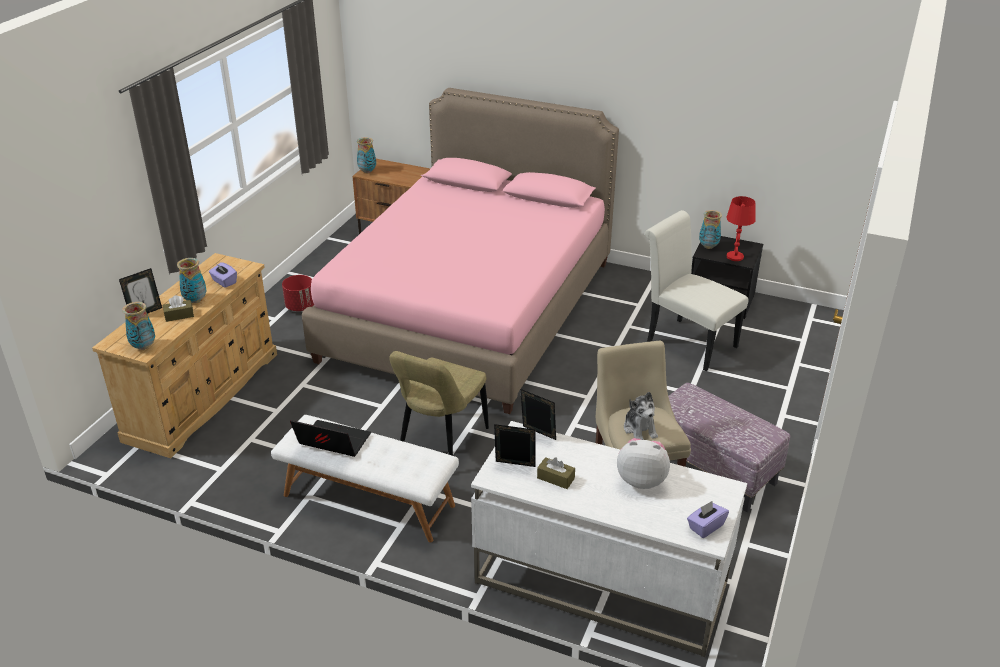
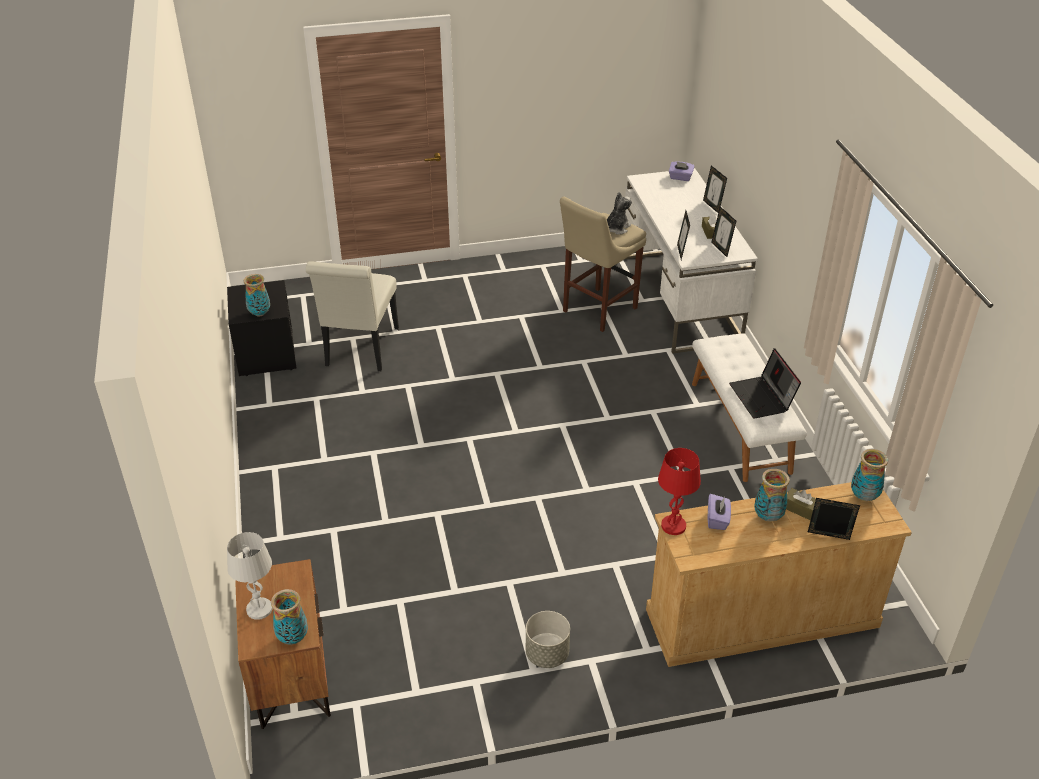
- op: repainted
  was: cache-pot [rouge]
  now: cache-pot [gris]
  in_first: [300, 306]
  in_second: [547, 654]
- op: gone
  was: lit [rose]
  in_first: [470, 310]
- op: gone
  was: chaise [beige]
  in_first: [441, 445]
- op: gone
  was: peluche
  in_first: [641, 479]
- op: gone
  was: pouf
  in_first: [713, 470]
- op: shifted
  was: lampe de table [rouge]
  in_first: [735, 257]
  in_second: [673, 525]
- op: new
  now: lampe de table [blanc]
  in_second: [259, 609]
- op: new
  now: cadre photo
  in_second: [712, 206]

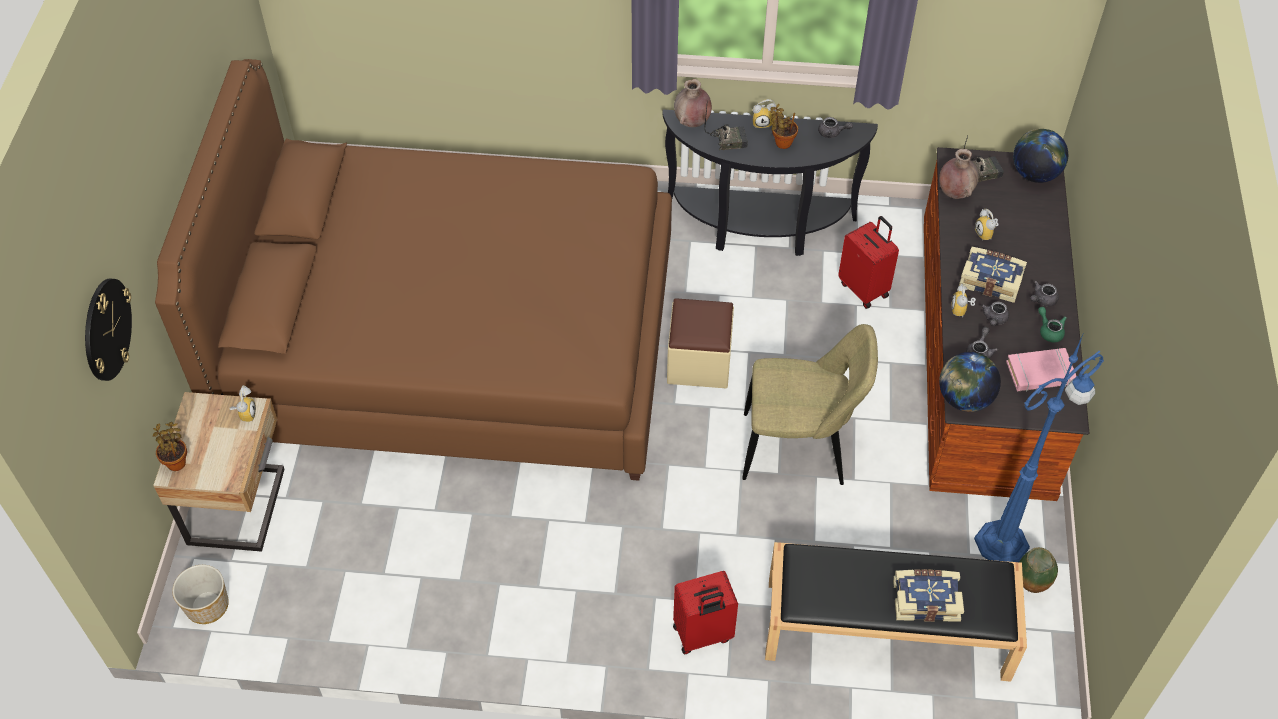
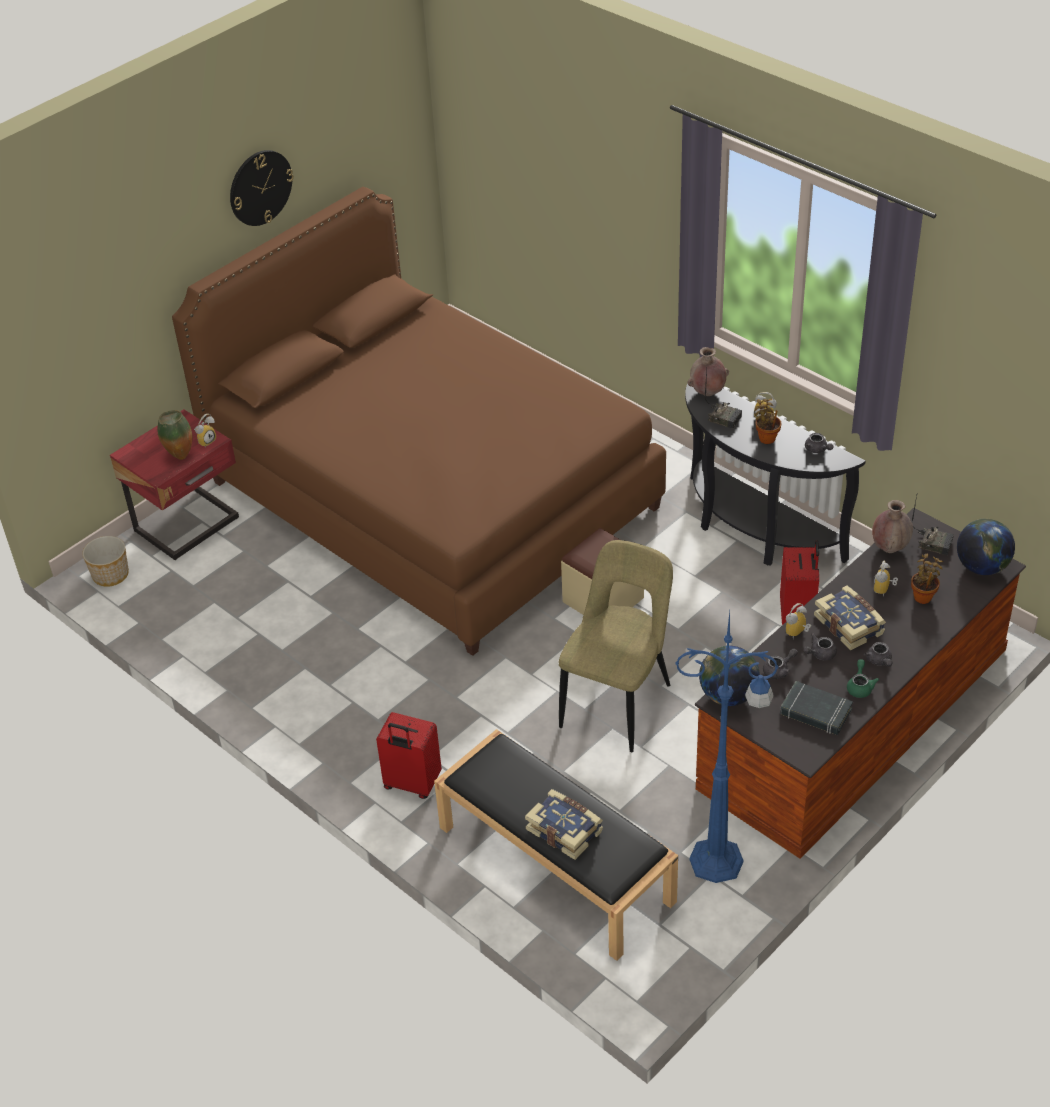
- op: shifted
  was: horloge murale
  in_first: [106, 329]
  in_second: [260, 187]
- op: repainted
  was: table de chevet [beige]
  now: table de chevet [rouge]
  in_first: [240, 507]
  in_second: [189, 526]
- op: shifted
  was: plante en pot
  in_first: [176, 461]
  in_second: [923, 596]
- op: rotated
  was: chaise [beige]
  in_first: [799, 449]
  in_second: [618, 702]
  clockwise: -105
- op: repainted
  was: livre [rose]
  now: livre [noir]
  in_first: [1040, 373]
  in_second: [815, 712]
- op: shifted
  was: vase
  in_first: [1030, 588]
  in_second: [180, 457]
- op: rotated
  was: théière [gris]
  in_first: [1042, 300]
  in_second: [879, 661]
  clockwise: -105

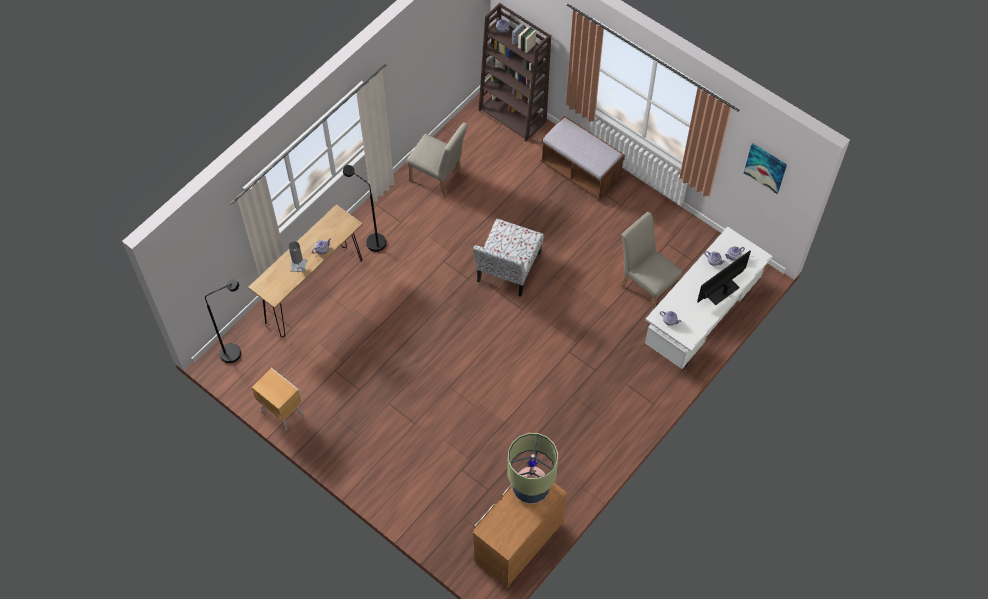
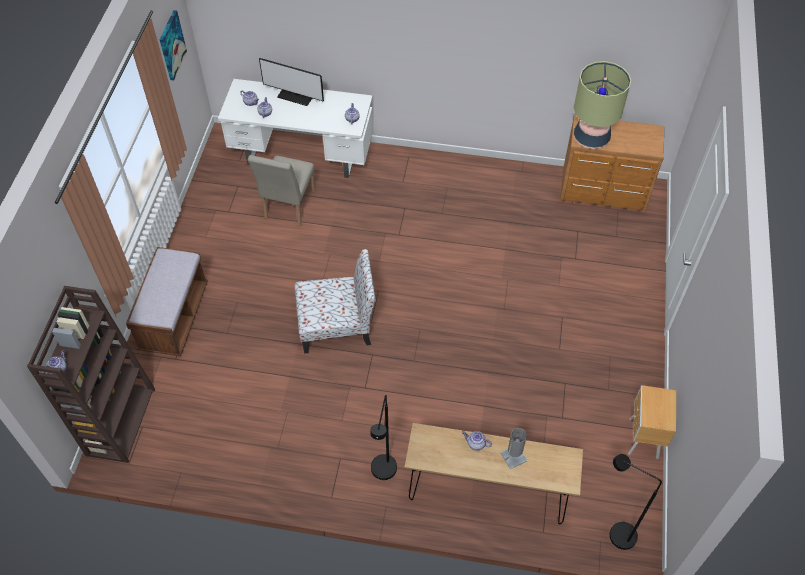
- op: gone
  was: chaise [beige]
  in_first: [439, 179]

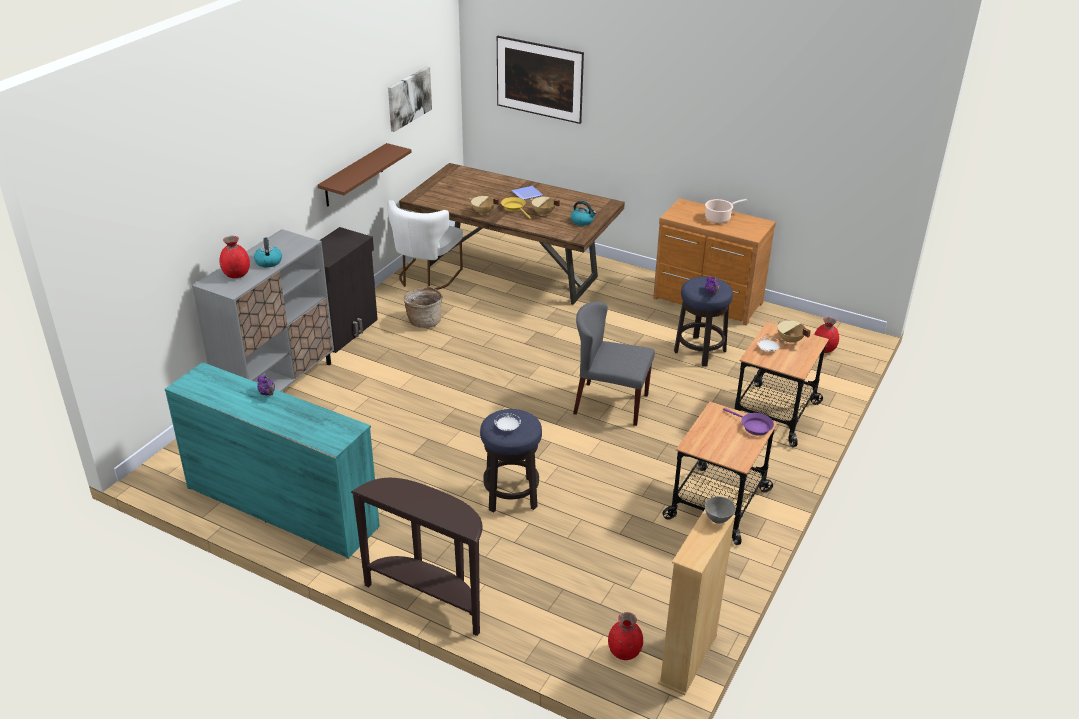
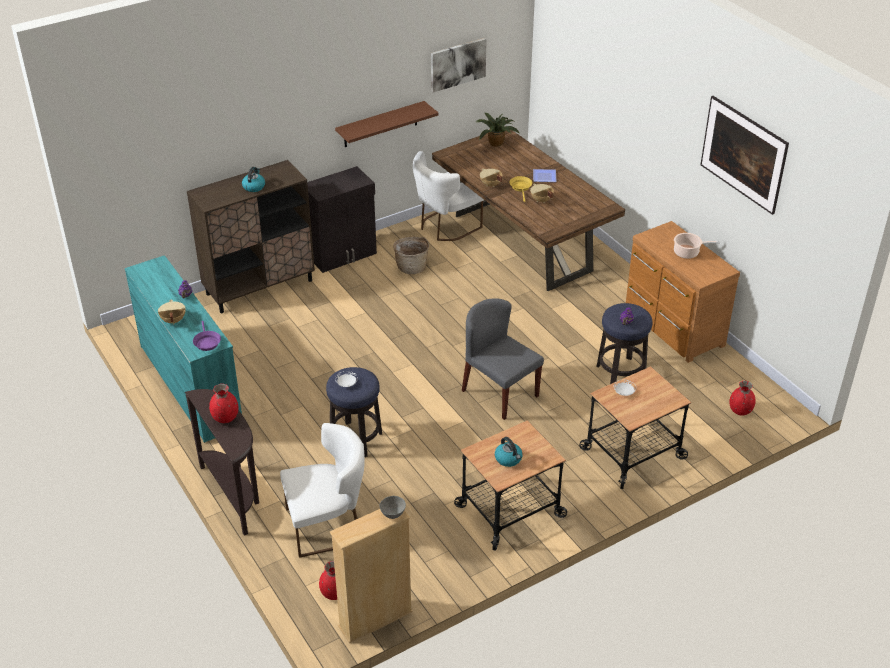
- op: repainted
  was: meuble de rangement [gris]
  now: meuble de rangement [marron]
  in_first: [278, 386]
  in_second: [260, 287]
- op: shifted
  was: vase [rouge]
  in_first: [236, 275]
  in_second: [225, 418]
- op: shifted
  was: tableau
  in_first: [539, 96]
  in_second: [740, 171]
- op: shifted
  was: bouilloire
  in_first: [582, 221]
  in_second: [508, 459]
- op: shifted
  was: poêle [violet]
  in_first: [753, 426]
  in_second: [206, 342]
- op: shifted
  was: marmite [beige]
  in_first: [789, 340]
  in_second: [173, 320]
- op: new
  now: chaise [blanc]
  in_second: [327, 525]
- op: new
  now: plante en pot
  in_second: [496, 142]

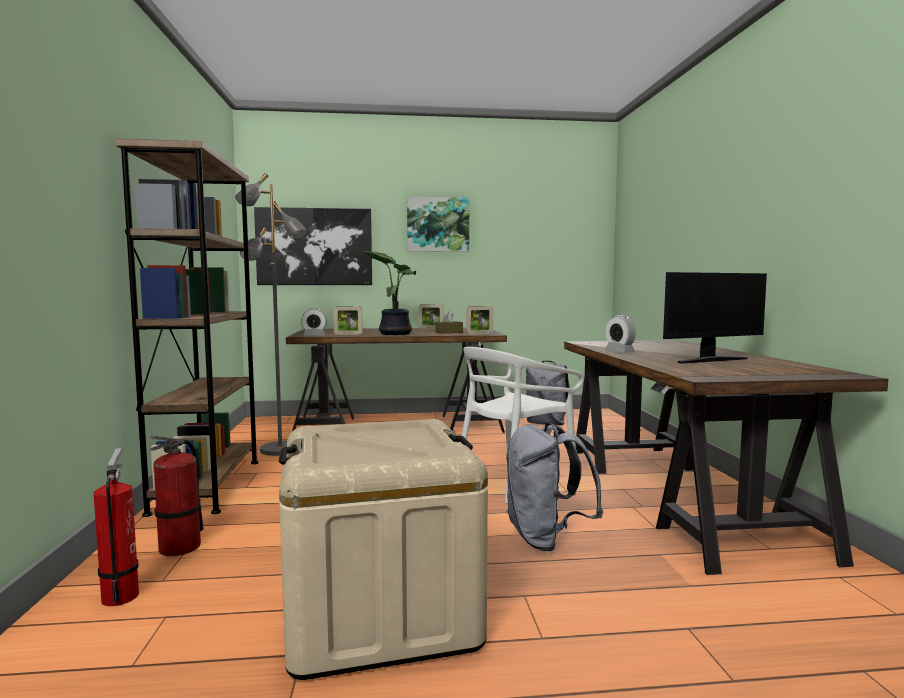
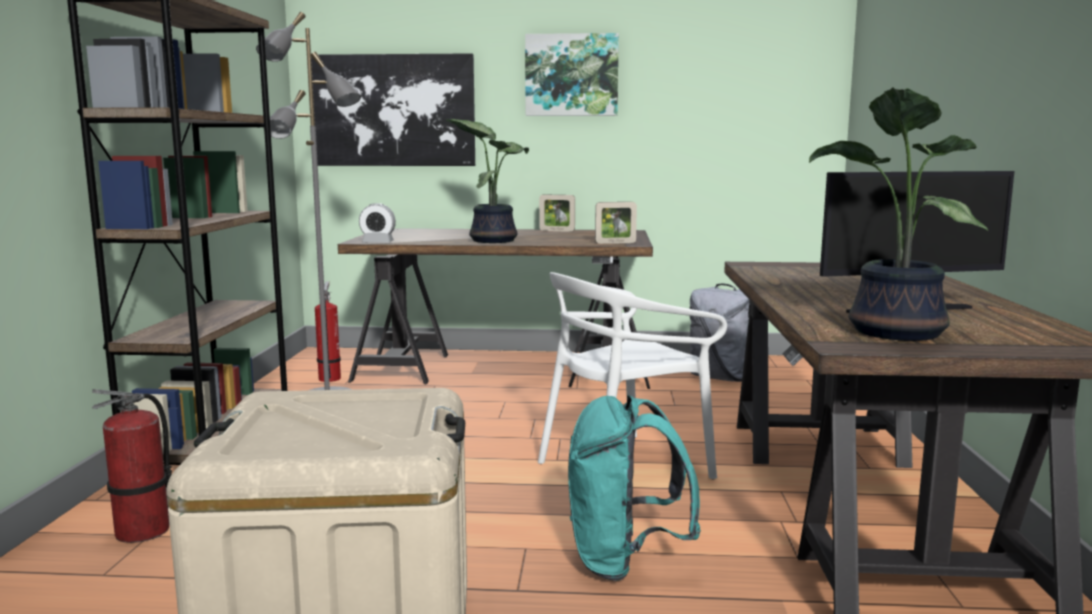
- op: shifted
  was: extincteur
  in_first: [121, 594]
  in_second: [330, 378]
- op: gone
  was: cadre photo
  in_first: [348, 334]
- op: gone
  was: boîte à mouchoirs [marron]
  in_first: [449, 332]
- op: repainted
  was: sac à dos [gris]
  now: sac à dos [turquoise]
  in_first: [546, 539]
  in_second: [624, 561]
- op: gone
  was: réveil
  in_first: [619, 352]
- op: new
  now: plante en pot
  in_second: [890, 332]

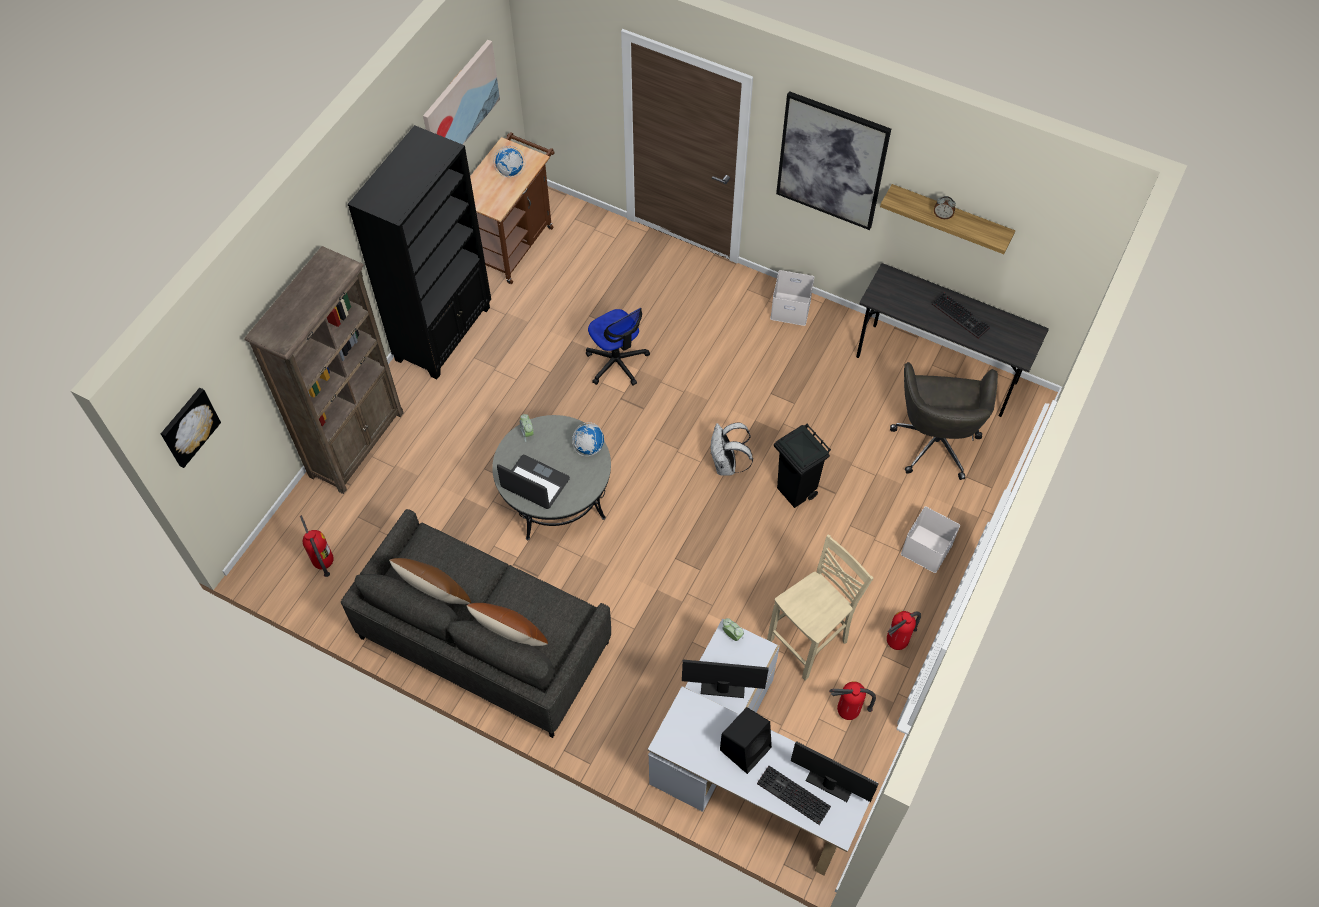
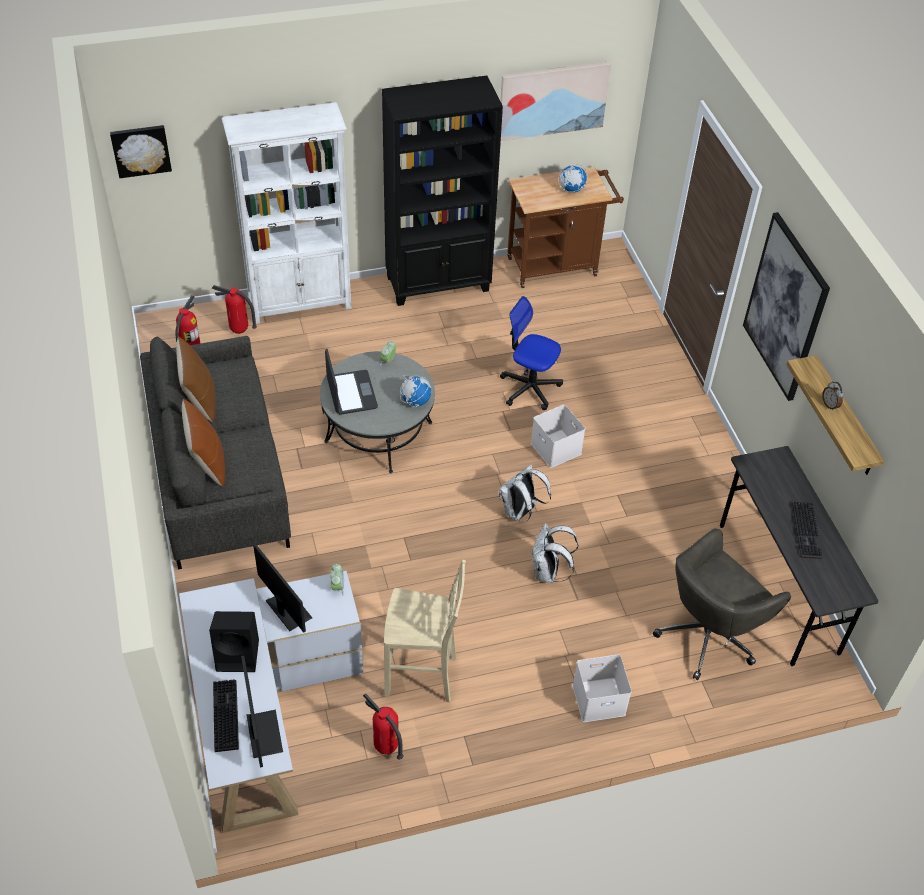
- op: repainted
  was: bibliothèque [marron]
  now: bibliothèque [blanc]
  in_first: [357, 444]
  in_second: [300, 303]
- op: rotated
  was: chaise de bureau
  in_first: [617, 363]
  in_second: [529, 388]
  clockwise: 105
- op: shifted
  was: boîte de rangement [blanc]
  in_first: [791, 308]
  in_second: [557, 448]
- op: swapped
  was: poubelle [noir]
  now: sac à dos [blanc]
  in_first: [796, 492]
  in_second: [548, 573]
- op: shifted
  was: extincteur
  in_first: [896, 643]
  in_second: [239, 331]

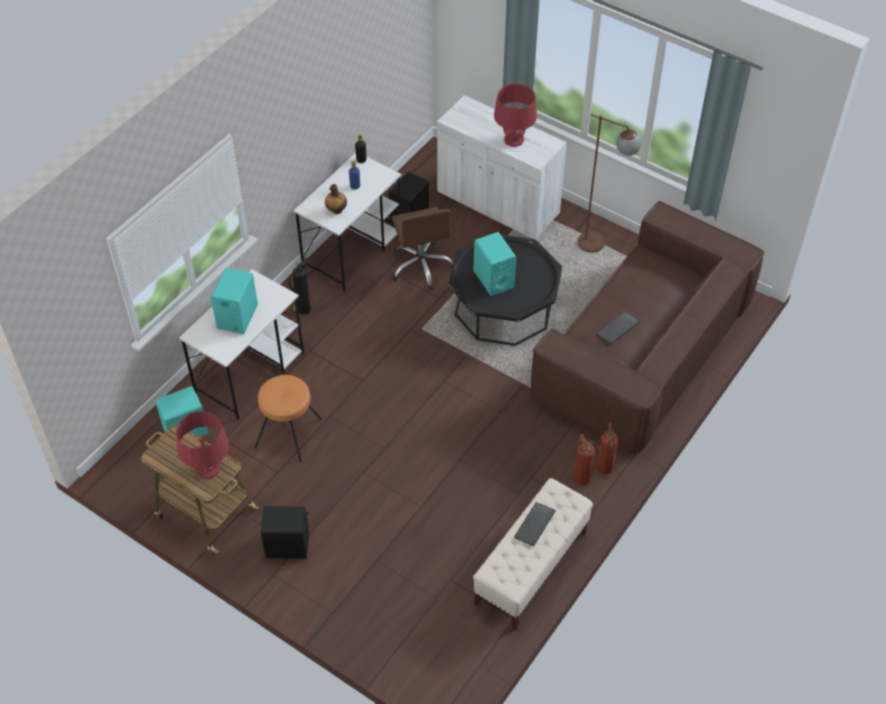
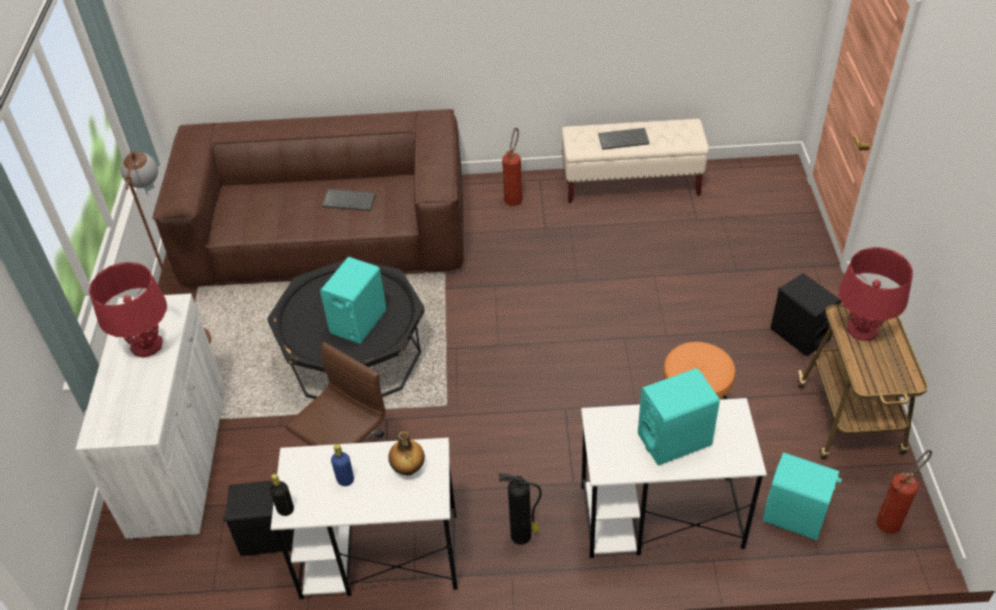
- op: shifted
  was: extincteur
  in_first: [605, 471]
  in_second: [892, 520]

